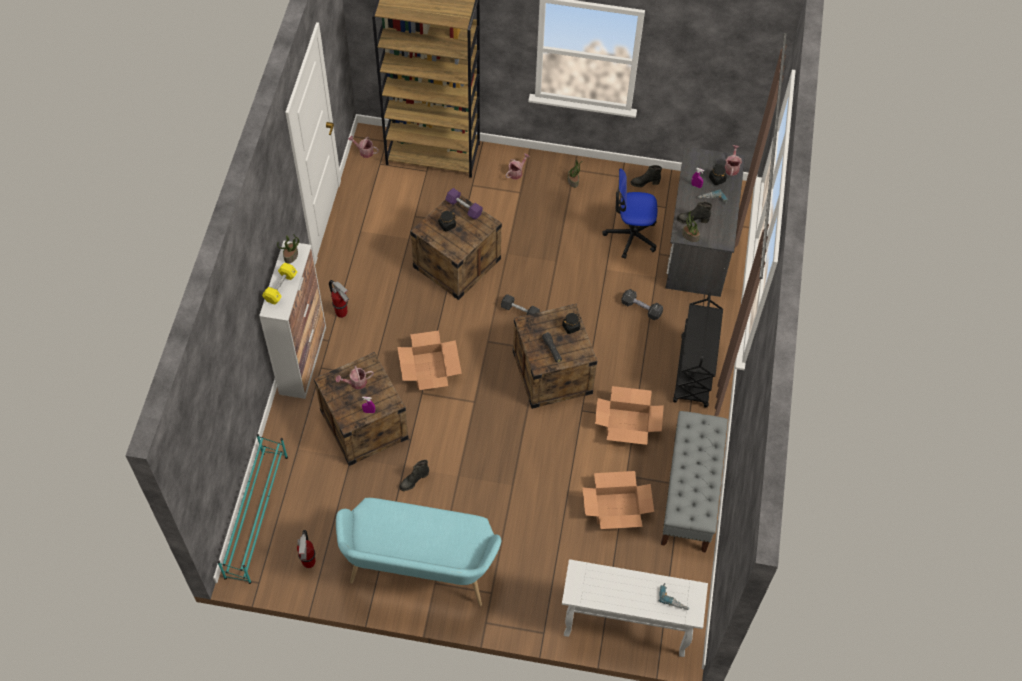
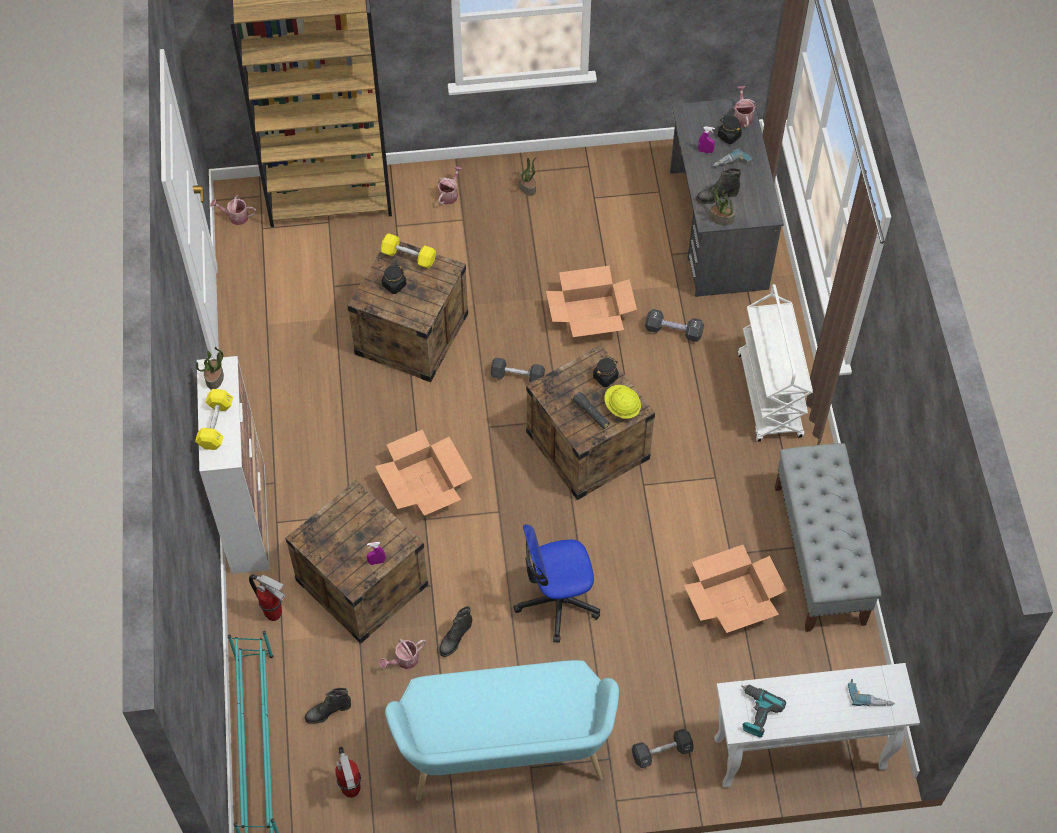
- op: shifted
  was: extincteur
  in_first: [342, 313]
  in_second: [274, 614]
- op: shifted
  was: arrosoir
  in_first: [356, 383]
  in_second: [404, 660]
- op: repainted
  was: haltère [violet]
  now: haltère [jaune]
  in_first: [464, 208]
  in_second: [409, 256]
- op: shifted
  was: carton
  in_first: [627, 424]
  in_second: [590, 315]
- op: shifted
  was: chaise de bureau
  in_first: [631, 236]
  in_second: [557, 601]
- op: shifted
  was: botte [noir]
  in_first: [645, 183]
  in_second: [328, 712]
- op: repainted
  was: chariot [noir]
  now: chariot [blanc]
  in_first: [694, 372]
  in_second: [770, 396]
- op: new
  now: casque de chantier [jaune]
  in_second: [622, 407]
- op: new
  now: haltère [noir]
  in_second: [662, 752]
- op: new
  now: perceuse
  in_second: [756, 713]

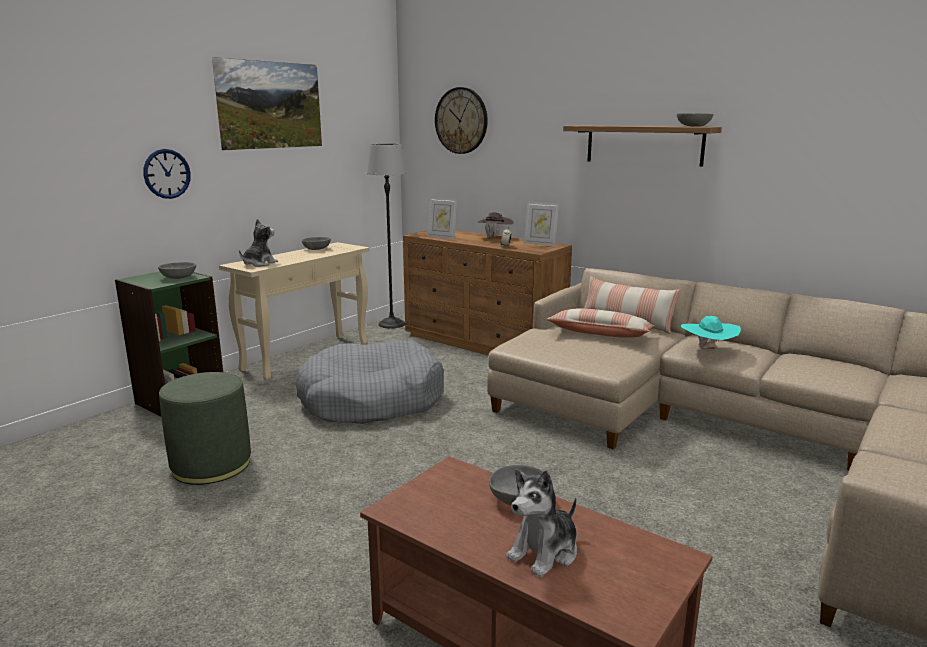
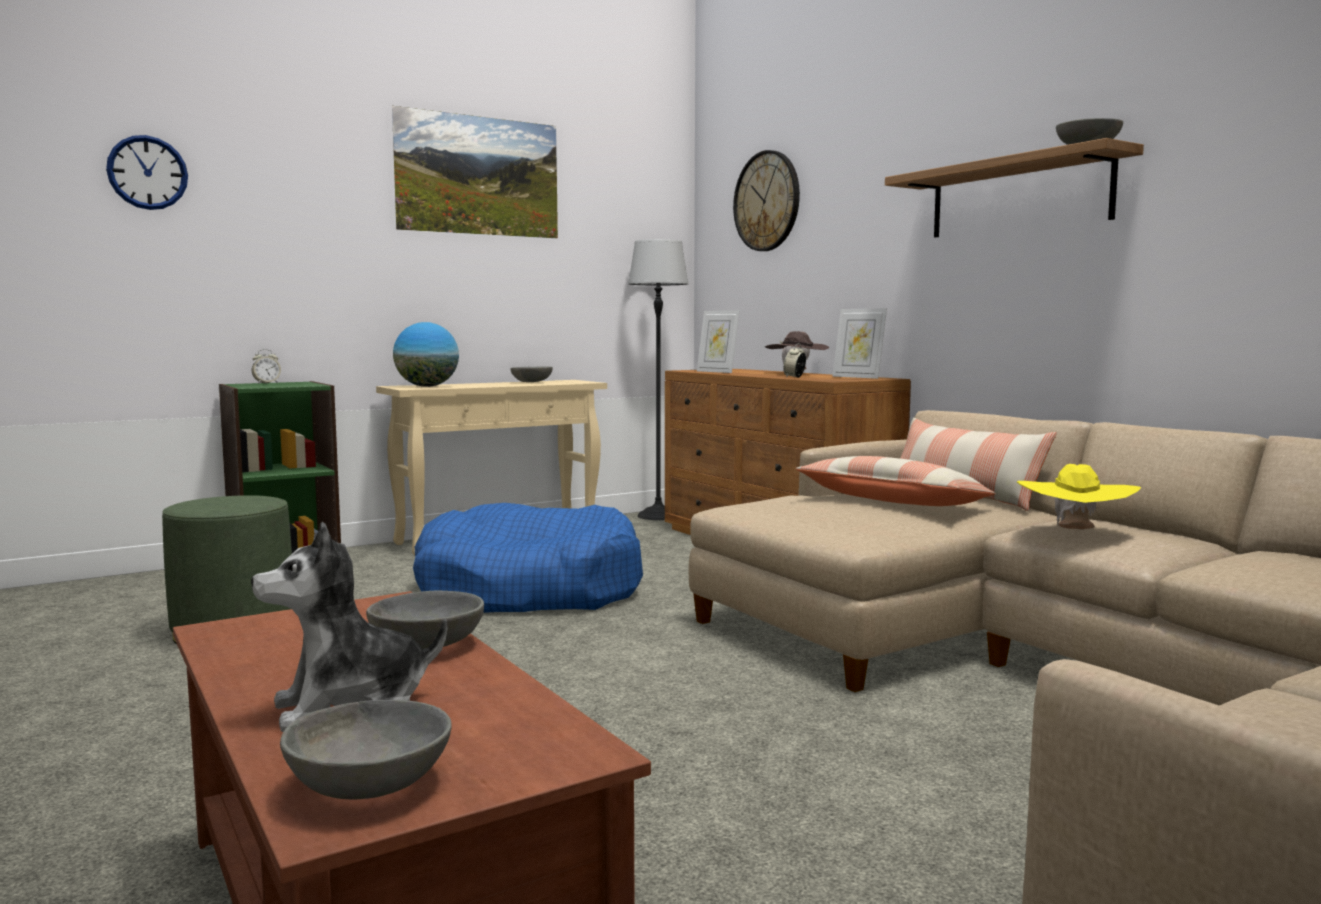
- op: shifted
  was: horloge murale
  in_first: [167, 173]
  in_second: [147, 172]
- op: shifted
  was: bol [gris]
  in_first: [179, 277]
  in_second: [371, 784]
- op: swapped
  was: peluche
  now: globe
  in_first: [259, 264]
  in_second: [427, 386]
- op: repainted
  was: panier pour chien [gris]
  now: panier pour chien [bleu]
  in_first: [371, 400]
  in_second: [529, 589]
- op: repainted
  was: chapeau [turquoise]
  now: chapeau [jaune]
  in_first: [707, 350]
  in_second: [1074, 531]
- op: new
  now: réveil
  in_second: [266, 383]

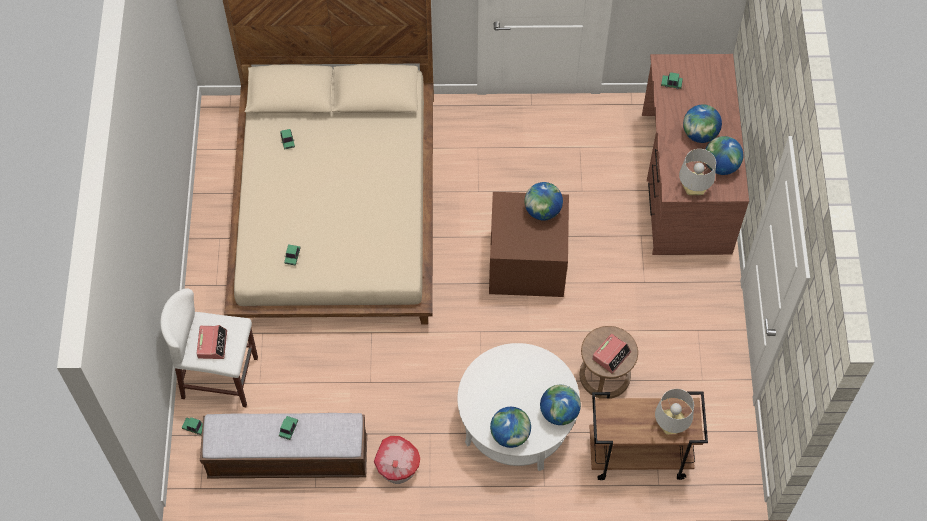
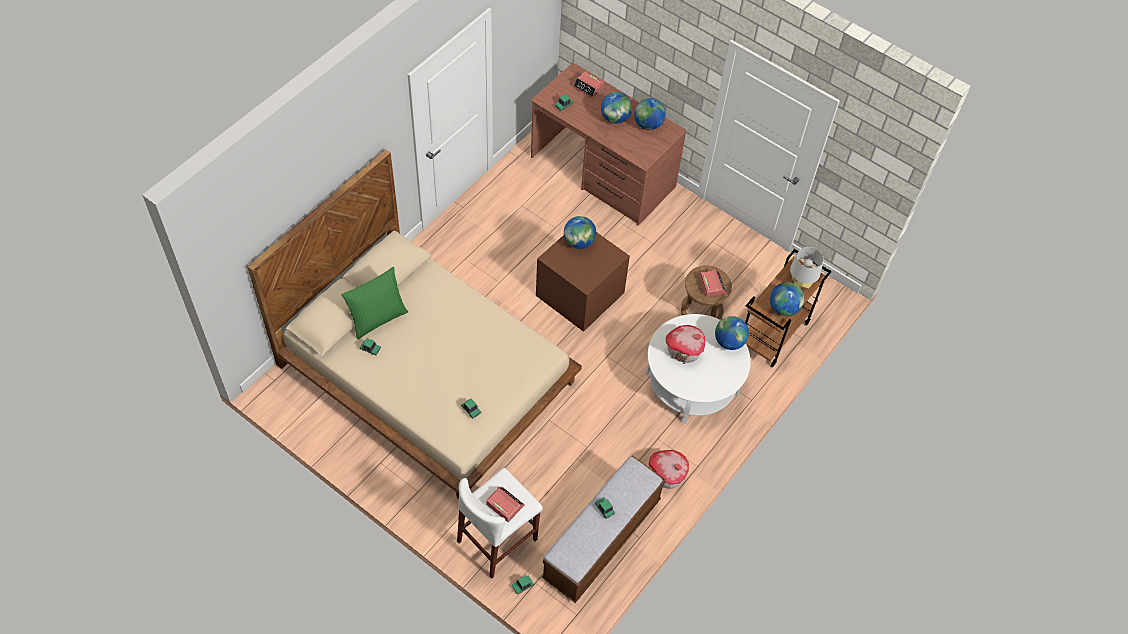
- op: shifted
  was: globe
  in_first: [510, 434]
  in_second: [783, 308]
- op: gone
  was: lampe de table [gris]
  in_first: [693, 189]
- op: new
  now: coussin [vert]
  in_second: [377, 318]
- op: new
  now: réveil
  in_second: [588, 87]
- op: new
  now: maison miniature
  in_second: [684, 351]

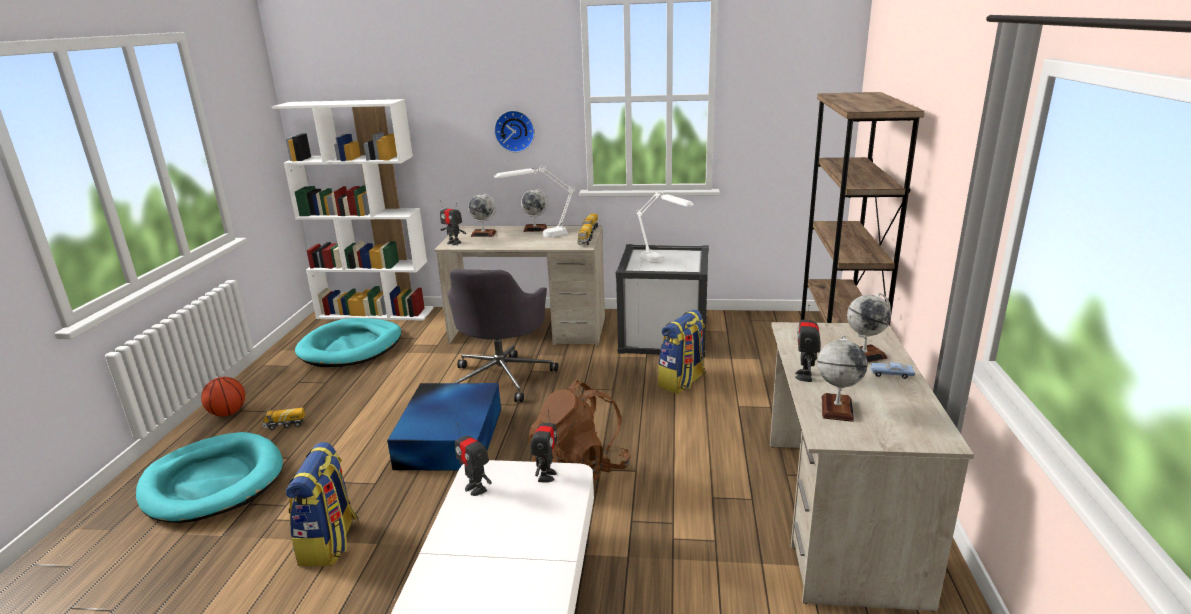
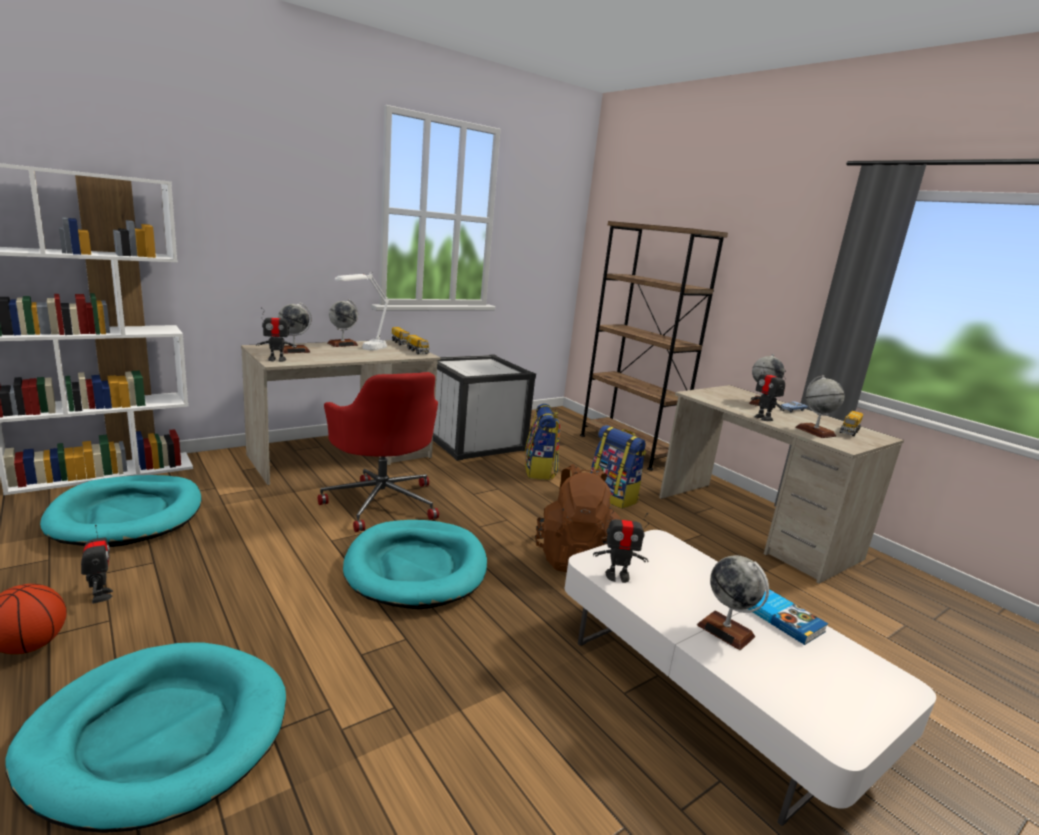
- op: shifted
  was: camion jouet
  in_first: [285, 425]
  in_second: [849, 431]
- op: shifted
  was: sac à dos
  in_first: [330, 543]
  in_second: [613, 497]
- op: swapped
  was: boîte de rangement [bleu]
  now: panier pour chien [turquoise]
  in_first: [451, 437]
  in_second: [416, 567]
- op: repainted
  was: chaise de bureau [gris]
  now: chaise de bureau [rouge]
  in_first: [502, 377]
  in_second: [382, 502]
- op: gone
  was: horloge murale
  in_first: [515, 131]
- op: shifted
  was: robot jouet
  in_first: [546, 475]
  in_second: [100, 595]
- op: gone
  was: lampe de table [blanc]
  in_first: [662, 263]
- op: new
  now: globe
  in_second: [726, 631]
- op: new
  now: livre
  in_second: [784, 619]

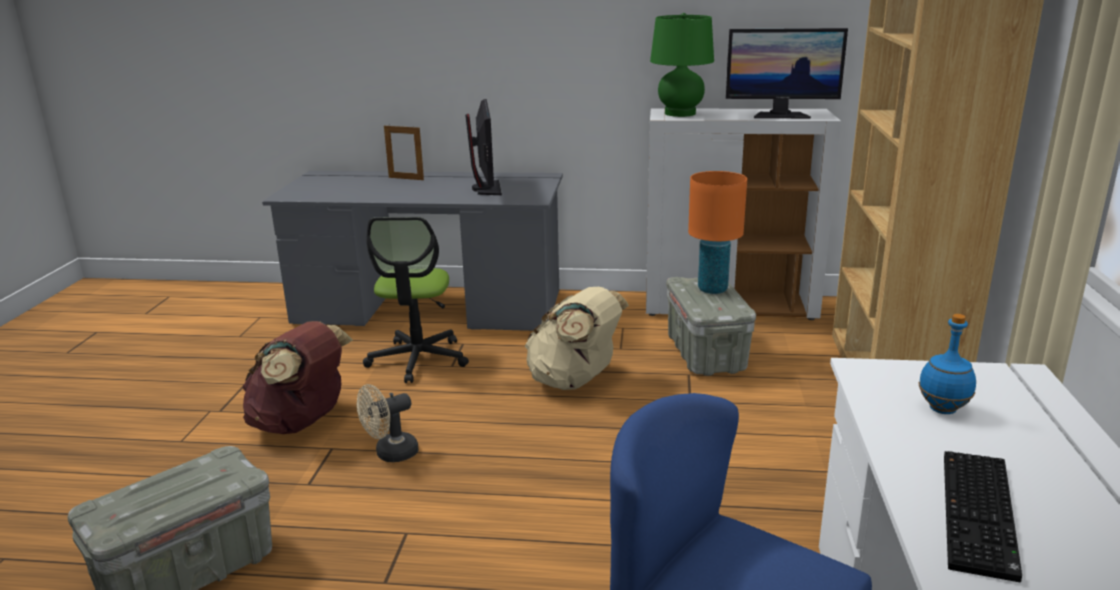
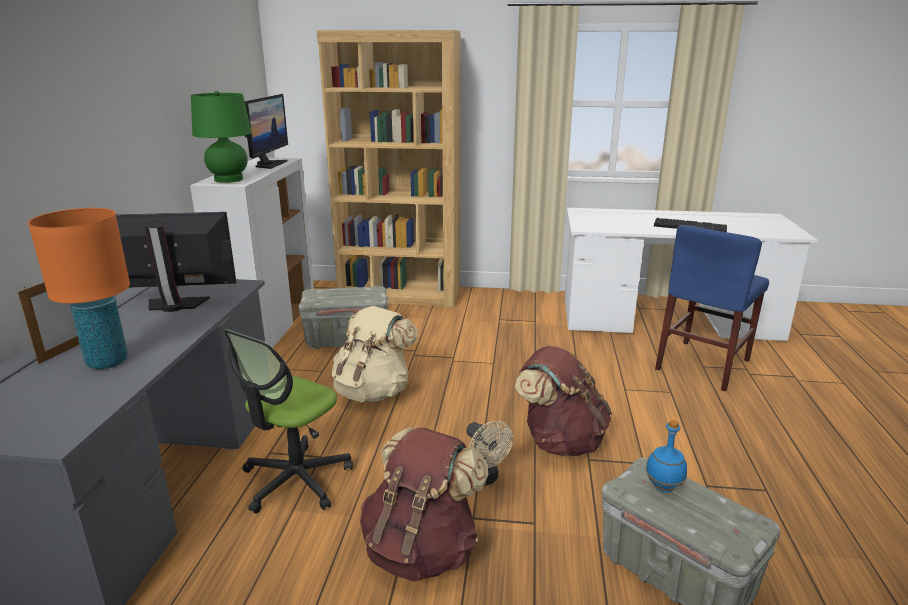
- op: rotated
  was: chaise de bureau
  in_first: [418, 360]
  in_second: [296, 480]
  clockwise: 120
- op: shifted
  was: lampe de table [orange]
  in_first: [712, 289]
  in_second: [107, 362]
- op: shifted
  was: bouteille [bleu]
  in_first: [942, 409]
  in_second: [664, 487]
- op: new
  now: sac à dos [marron]
  in_second: [560, 441]

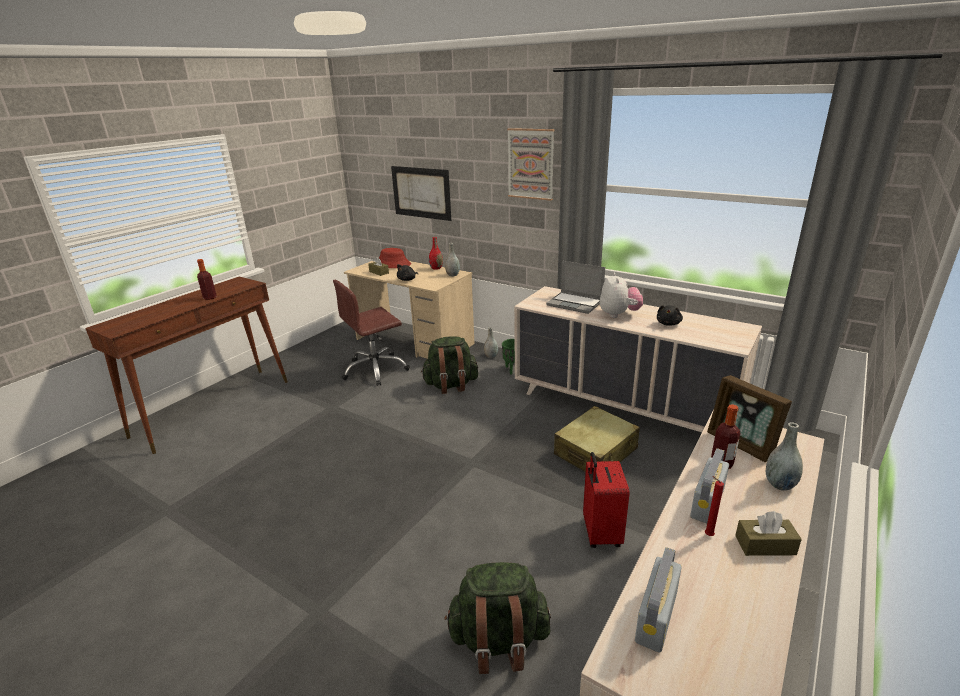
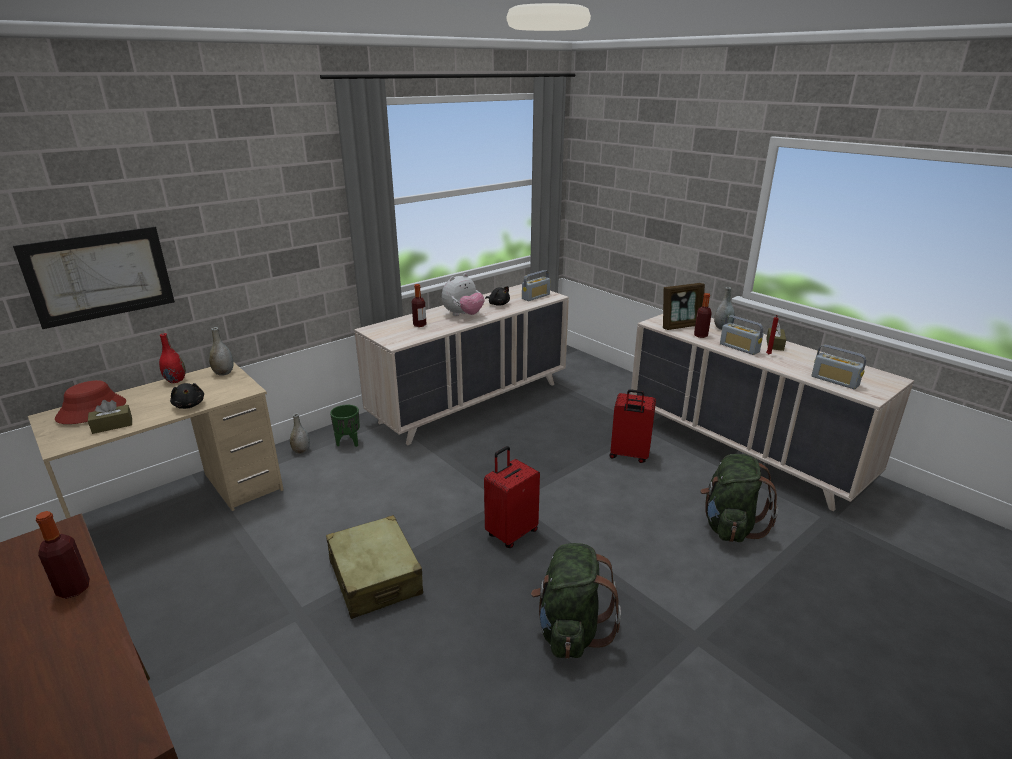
- op: gone
  was: chaise de bureau [marron]
  in_first: [375, 370]
- op: shifted
  was: sac à dos [vert]
  in_first: [451, 385]
  in_second: [570, 630]
- op: gone
  was: tableau
  in_first: [531, 164]
- op: swapped
  was: ordinateur portable
  now: bouteille
  in_first: [575, 304]
  in_second: [419, 325]
- op: shifted
  was: valise [beige]
  in_first: [596, 452]
  in_second: [375, 577]
- op: rotated
  was: peluche
  in_first: [619, 314]
  in_second: [463, 315]
  clockwise: 120
- op: new
  now: valise [rouge]
  in_second: [511, 533]
- op: new
  now: radio
  in_second: [536, 297]

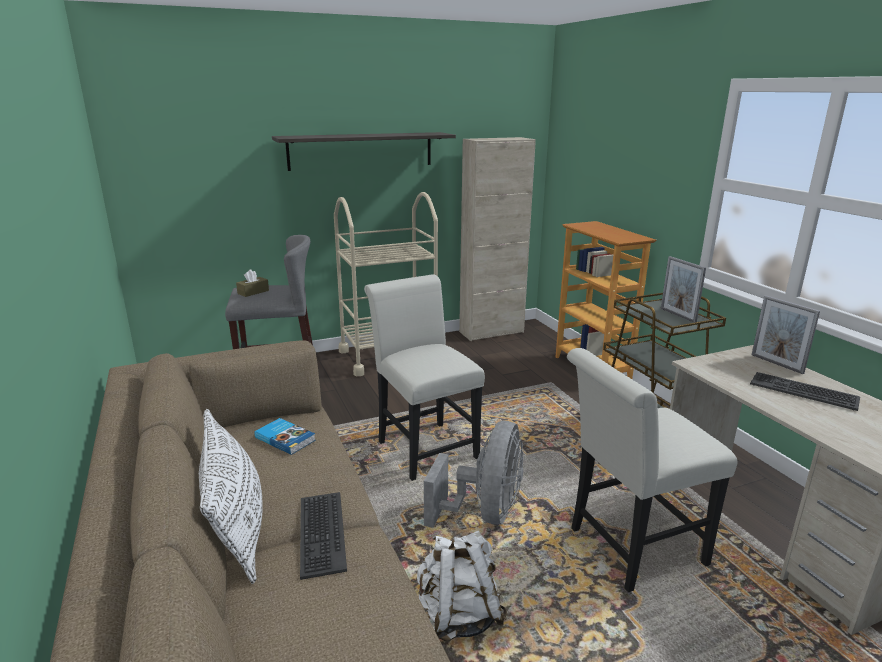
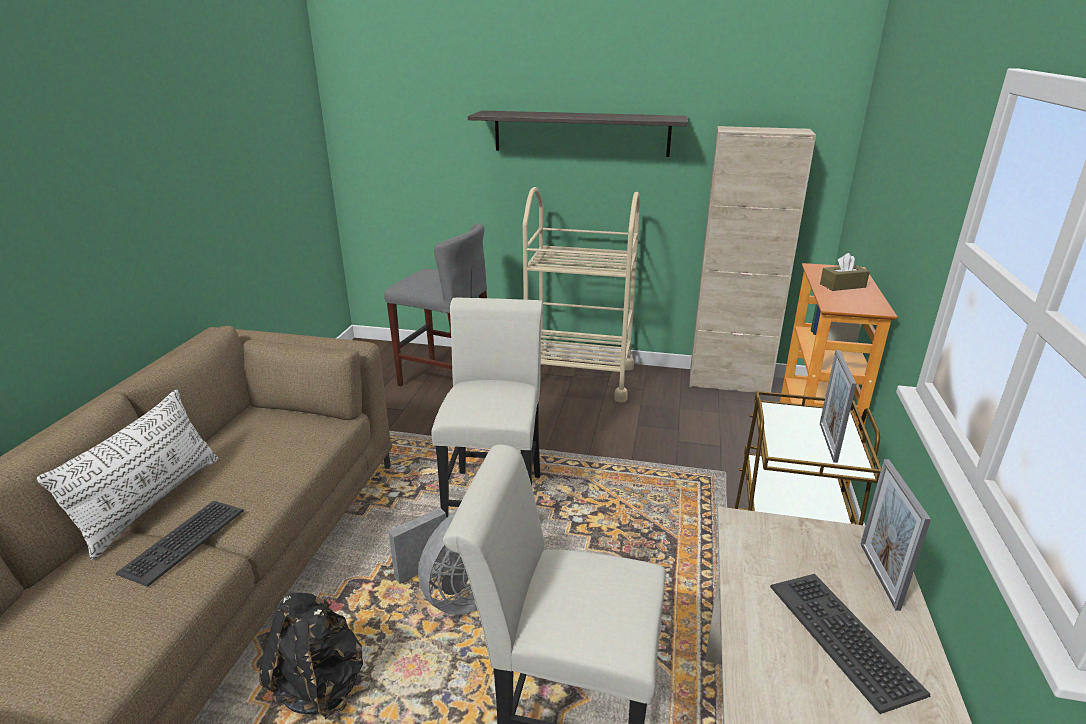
- op: shifted
  was: boîte à mouchoirs [marron]
  in_first: [253, 292]
  in_second: [842, 285]
- op: gone
  was: livre
  in_first: [285, 438]
- op: repainted
  was: sac à dos [blanc]
  now: sac à dos [noir]
  in_first: [458, 615]
  in_second: [320, 685]

